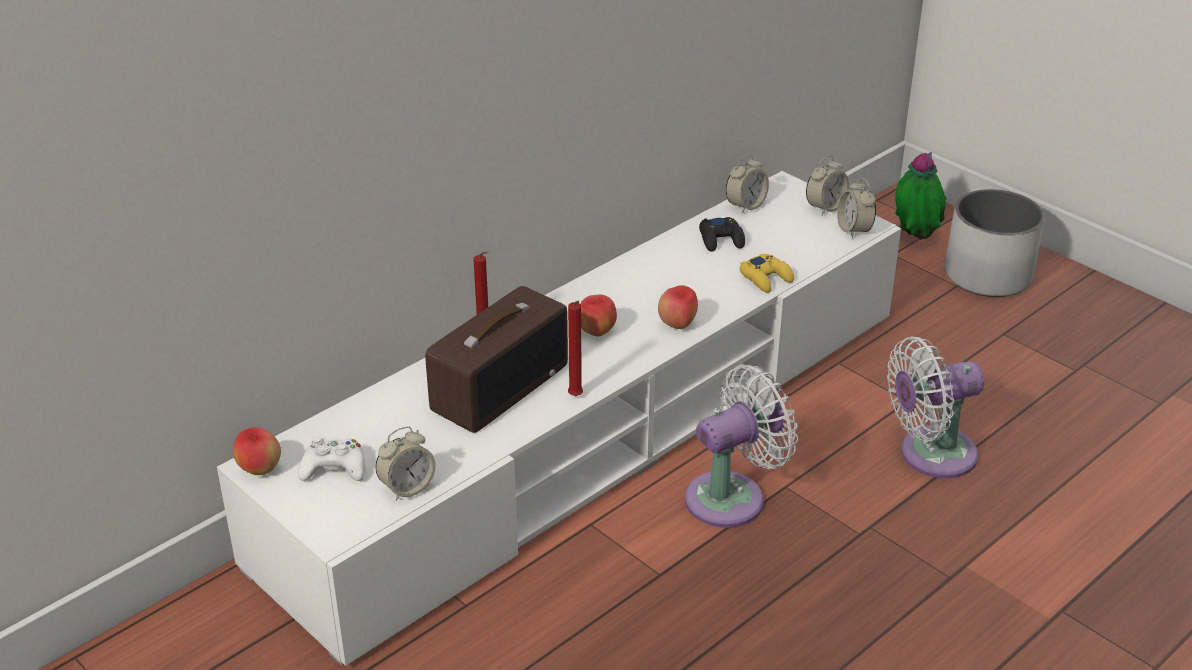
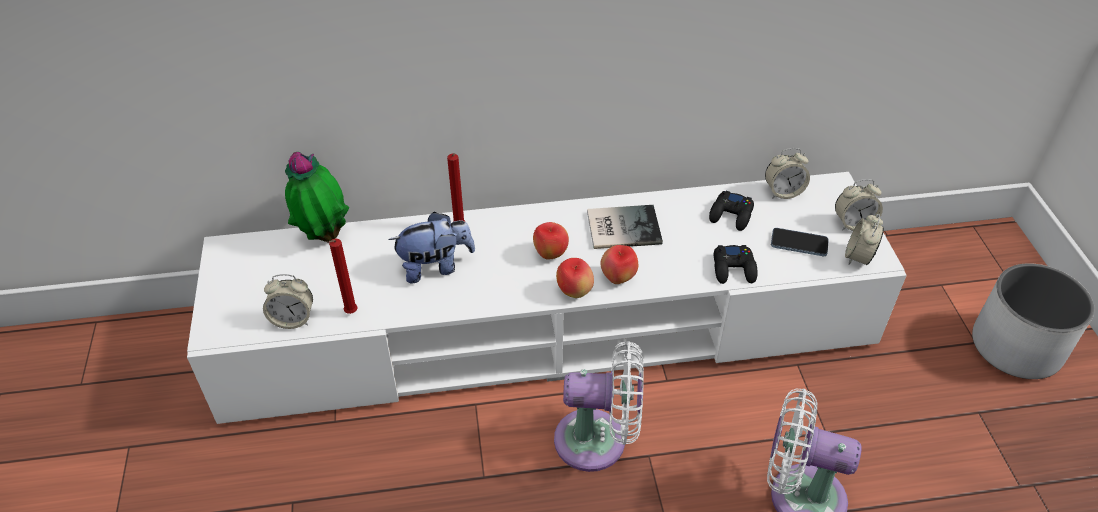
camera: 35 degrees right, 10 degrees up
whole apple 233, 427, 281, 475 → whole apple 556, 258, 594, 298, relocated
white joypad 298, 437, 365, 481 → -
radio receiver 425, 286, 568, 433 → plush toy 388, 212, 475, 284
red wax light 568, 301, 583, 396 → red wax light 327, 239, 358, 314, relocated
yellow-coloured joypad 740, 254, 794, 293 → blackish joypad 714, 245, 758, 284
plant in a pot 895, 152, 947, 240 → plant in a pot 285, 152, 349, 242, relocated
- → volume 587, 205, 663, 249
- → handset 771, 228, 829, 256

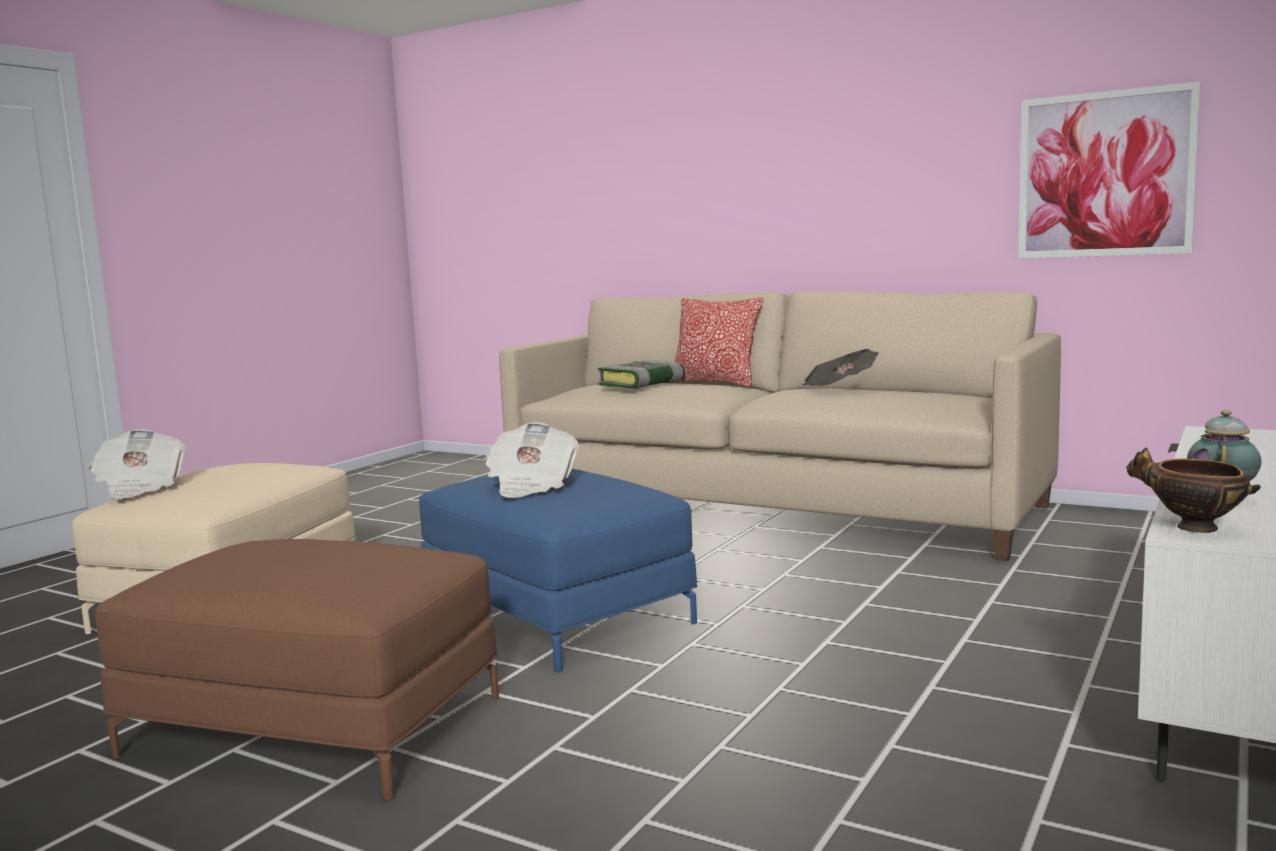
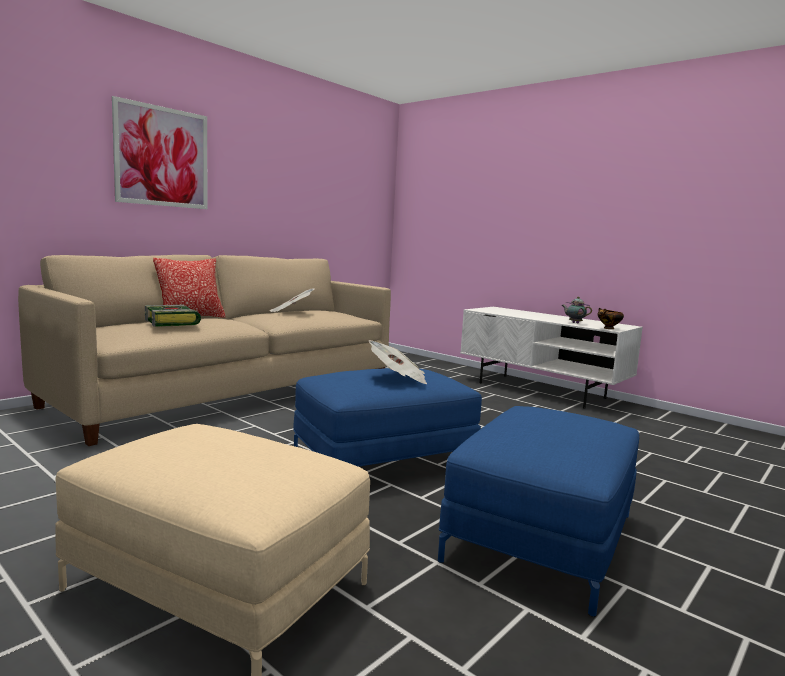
camera: 80 degrees left, 0 degrees up
newspaper 89, 429, 186, 499 → -
brownish footrest 95, 539, 499, 800 → blue footrest 438, 406, 639, 617
wall picture 1018, 82, 1201, 259 → wall picture 112, 96, 208, 209, relocated

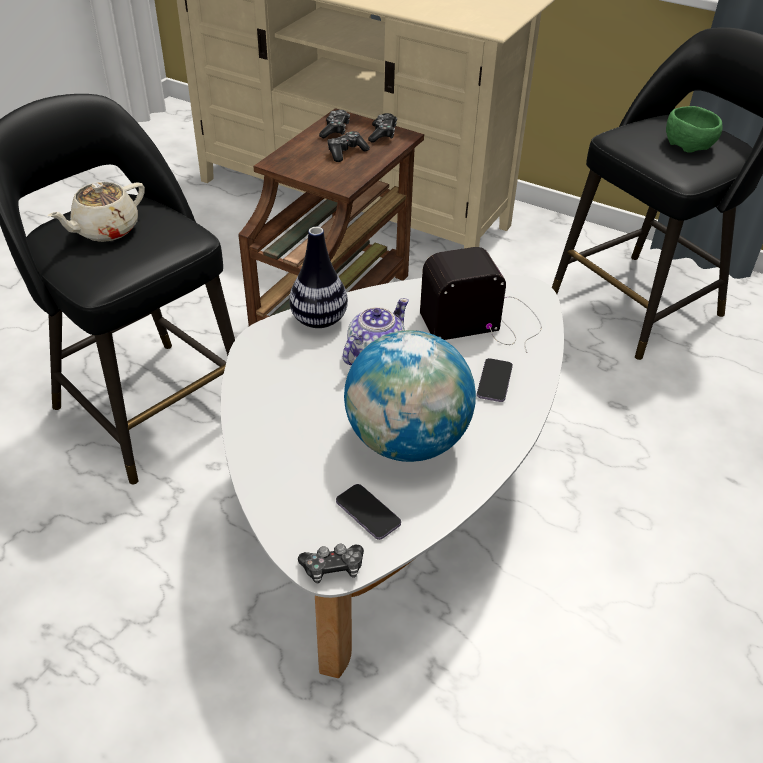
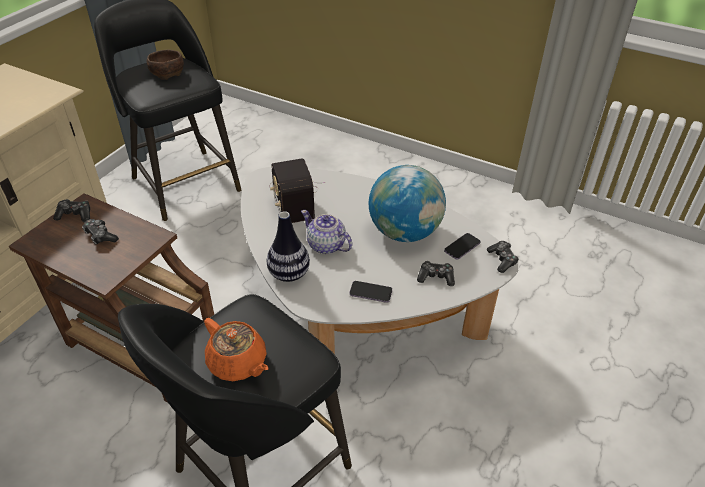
camera: 90 degrees left, 0 degrees up
sand-coloured tea pot 48, 182, 145, 242 → orange tea pot 204, 318, 269, 381
joypad 319, 110, 350, 138 → joypad 417, 261, 455, 286, relocated
handset 477, 358, 513, 402 → handset 349, 281, 392, 303, relocated
greenish serving bowl 666, 106, 722, 153 → brownish serving bowl 147, 50, 184, 80

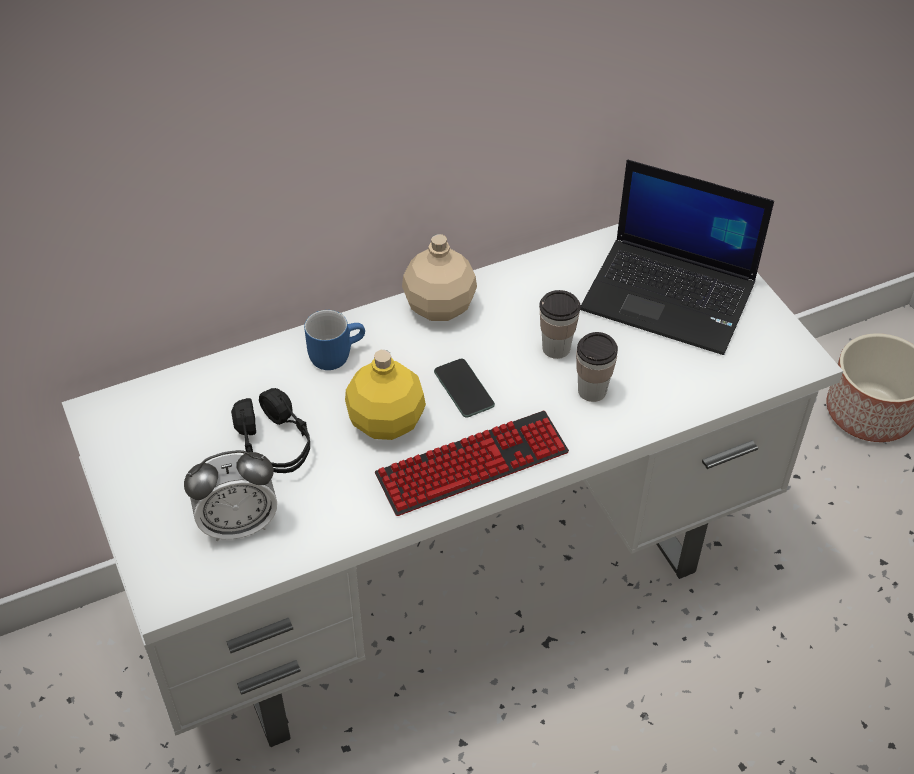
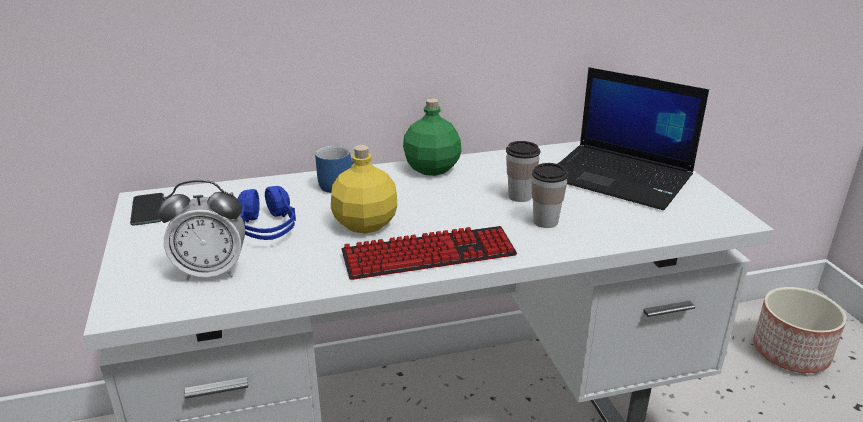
camera: 10 degrees right, 20 degrees down
blackish headset 231, 388, 310, 473 → blue headset 238, 186, 296, 240
sand-coloured beverage bottle 402, 234, 477, 321 → greenish beverage bottle 403, 98, 462, 176
handset 434, 359, 495, 418 → handset 130, 193, 164, 226, relocated

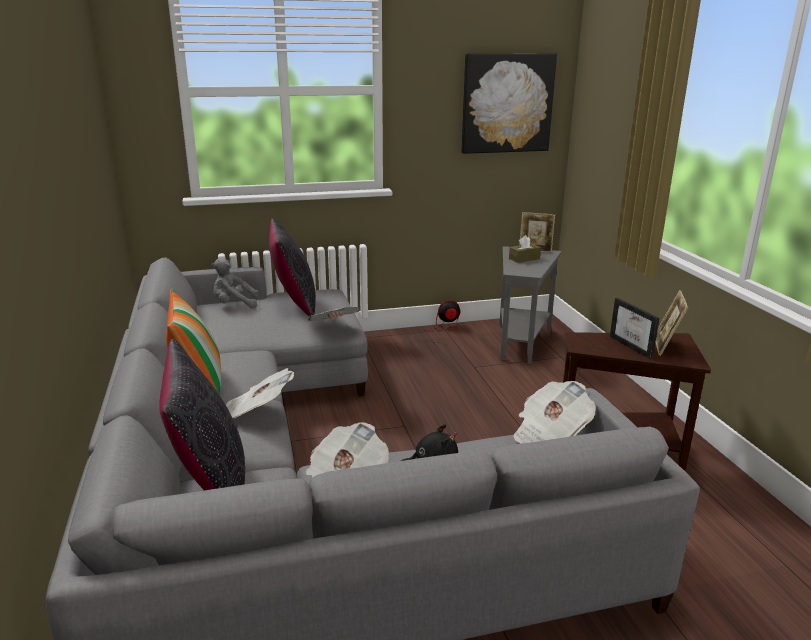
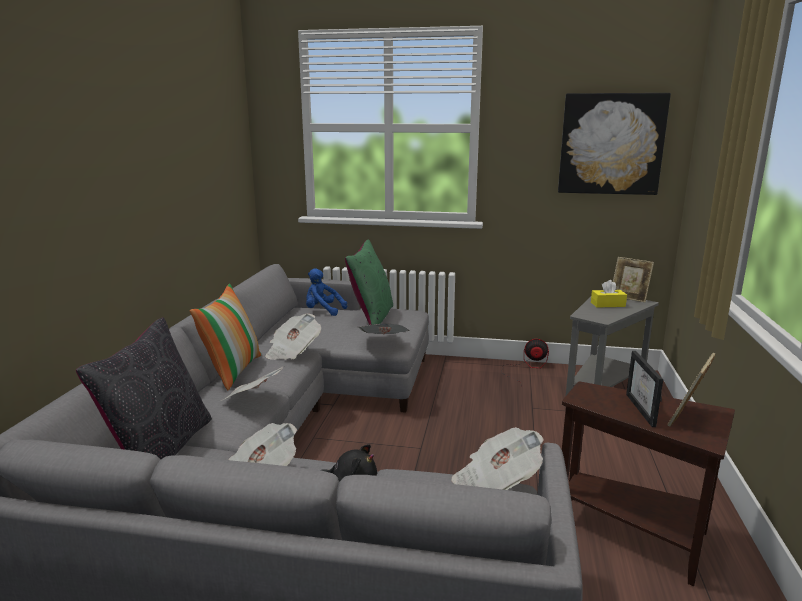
camera: 25 degrees right, 5 degrees down
greyish plush toy 211, 258, 259, 308 → blue plush toy 306, 268, 347, 316
blackish pillow 269, 218, 316, 316 → greenish pillow 345, 239, 393, 325
brownish tissue box 509, 235, 541, 263 → yellow-coloured tissue box 591, 280, 627, 308
- → newspaper 265, 314, 321, 360

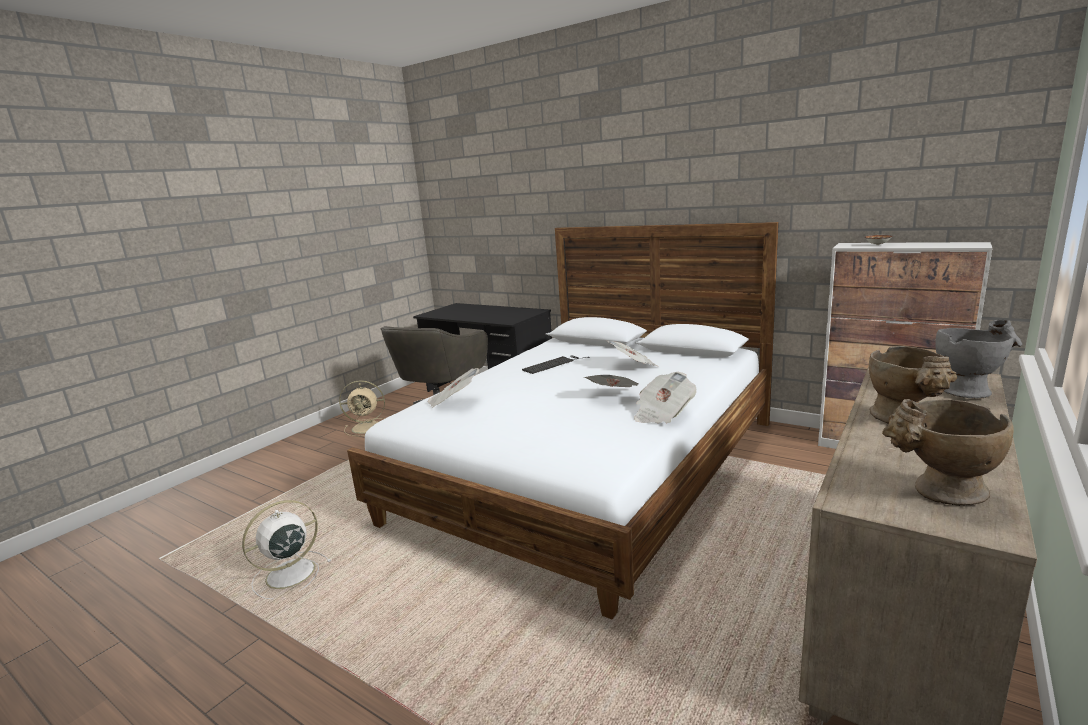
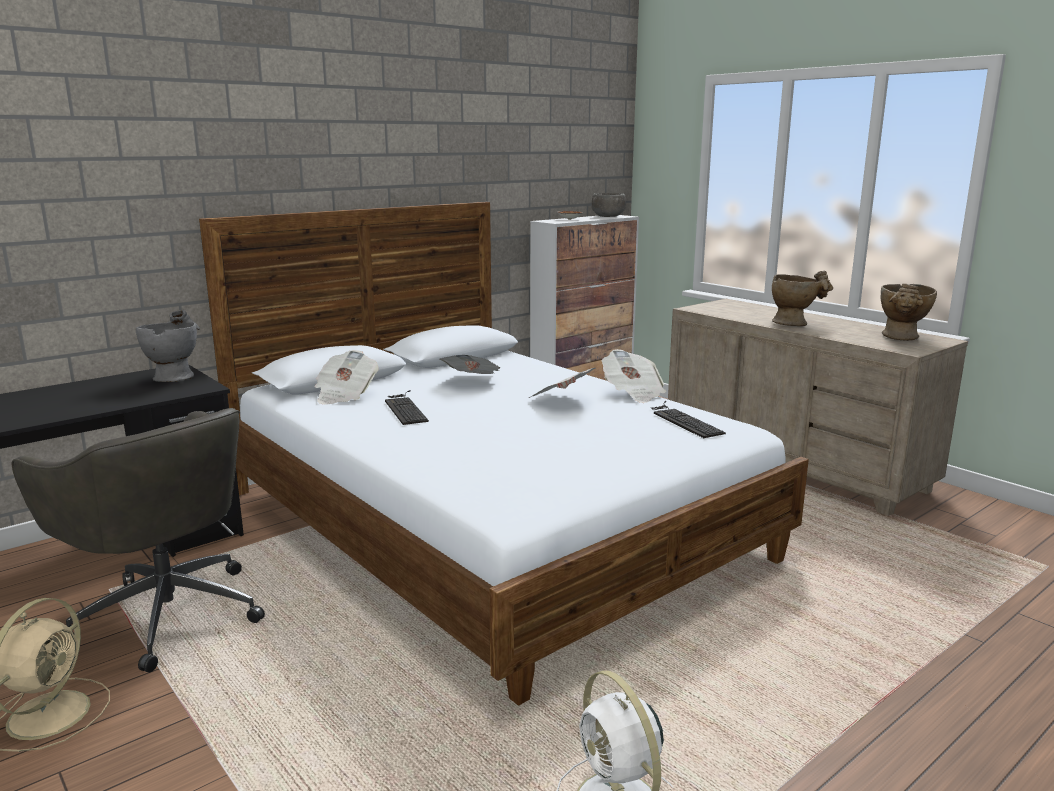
camera: 75 degrees left, 0 degrees up
newspaper 428, 368, 479, 408 → newspaper 315, 350, 378, 404, relocated
greyish decorative vase 935, 320, 1023, 398 → greyish decorative vase 136, 310, 200, 382, relocated
- → greyish serving bowl 592, 193, 626, 217
- → PC keyboard 652, 401, 726, 438

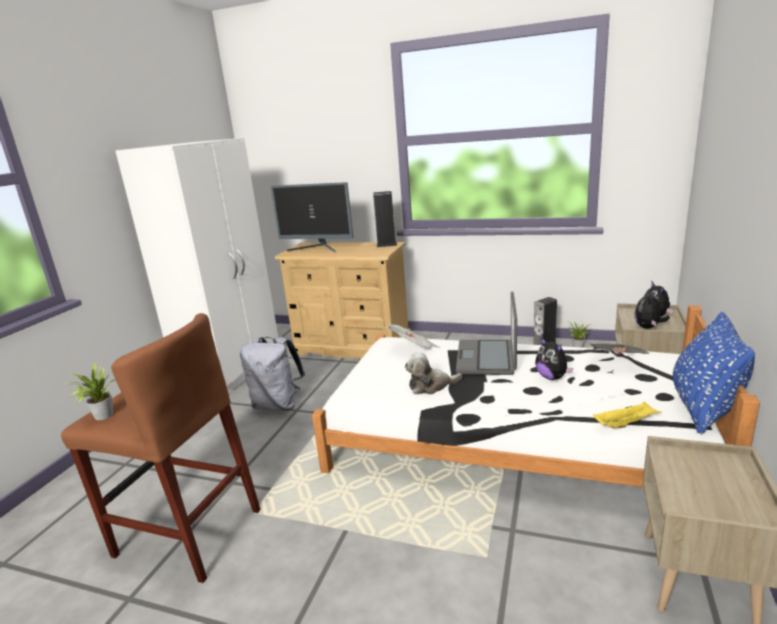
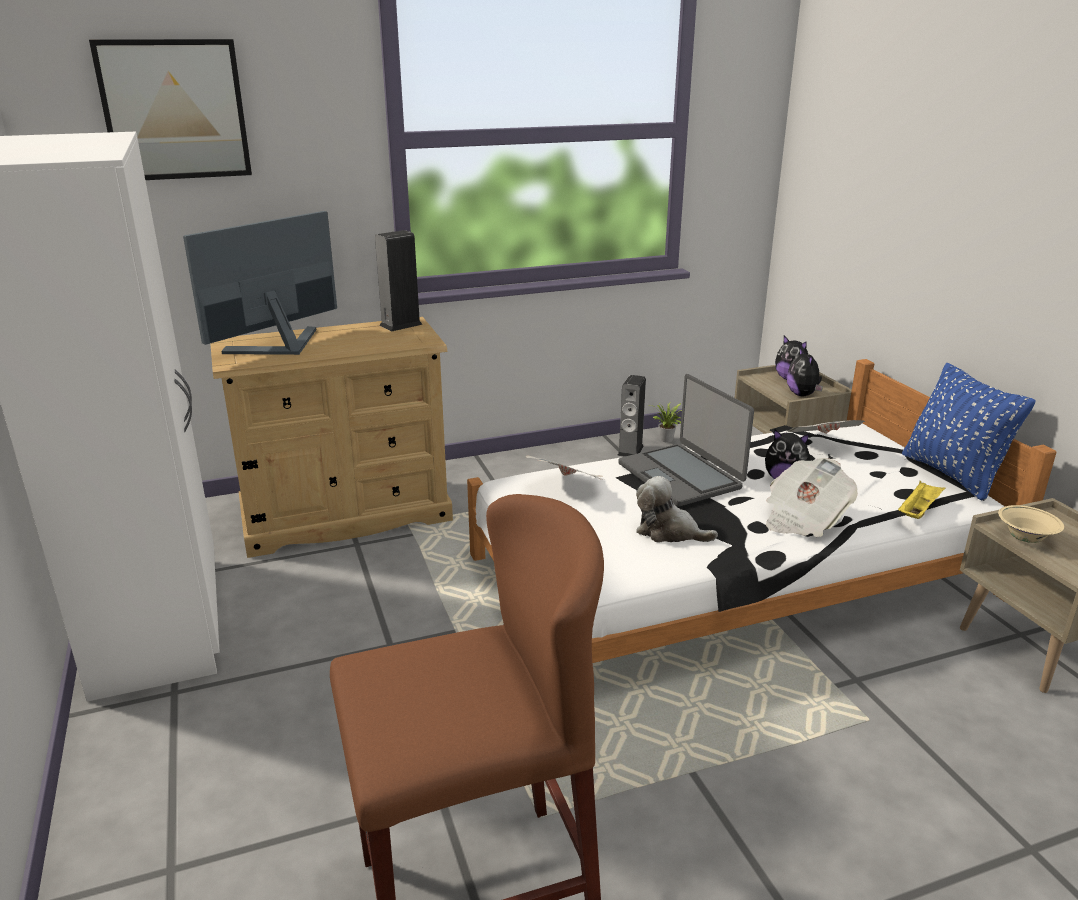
camera: 40 degrees left, 5 degrees up
plant in a pot 65, 363, 115, 420 → -
greyish rucksack 240, 337, 305, 411 → -
computer display 271, 182, 353, 252 → computer display 183, 211, 337, 355, 150 degrees clockwise
plush toy 405, 352, 462, 394 → plush toy 636, 476, 718, 542, 75 degrees clockwise
- → wall picture 89, 39, 252, 180
- → newspaper 766, 458, 858, 537
- → sand-coloured serving bowl 998, 505, 1064, 543

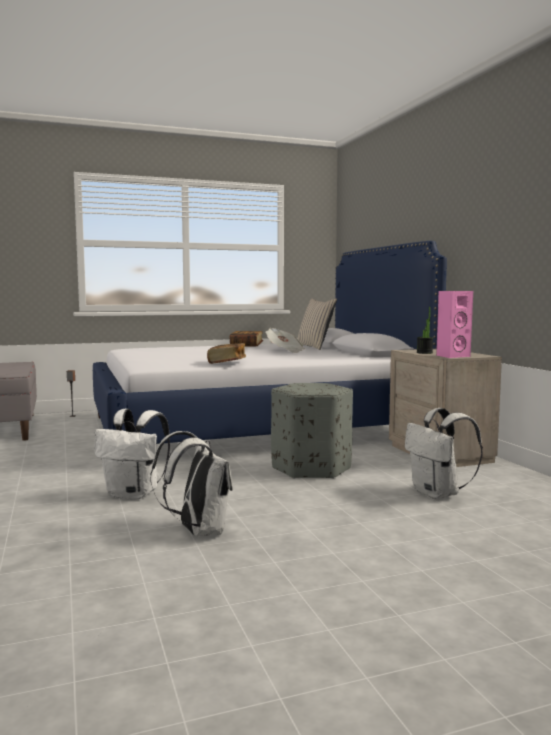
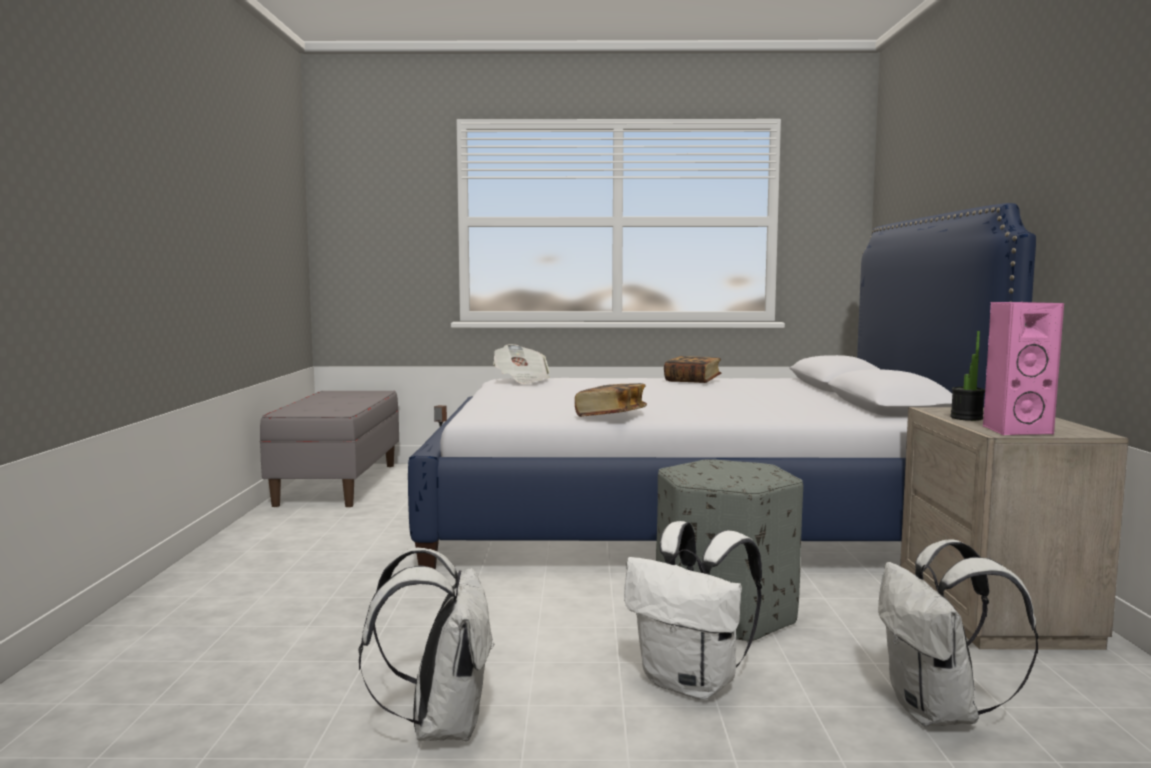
camera: 20 degrees right, 0 degrees up
white rucksack 94, 409, 170, 500 → white rucksack 624, 521, 762, 700, relocated
newspaper 265, 328, 305, 353 → newspaper 493, 344, 550, 384, relocated
sand-coloured pillow 297, 298, 337, 350 → -

